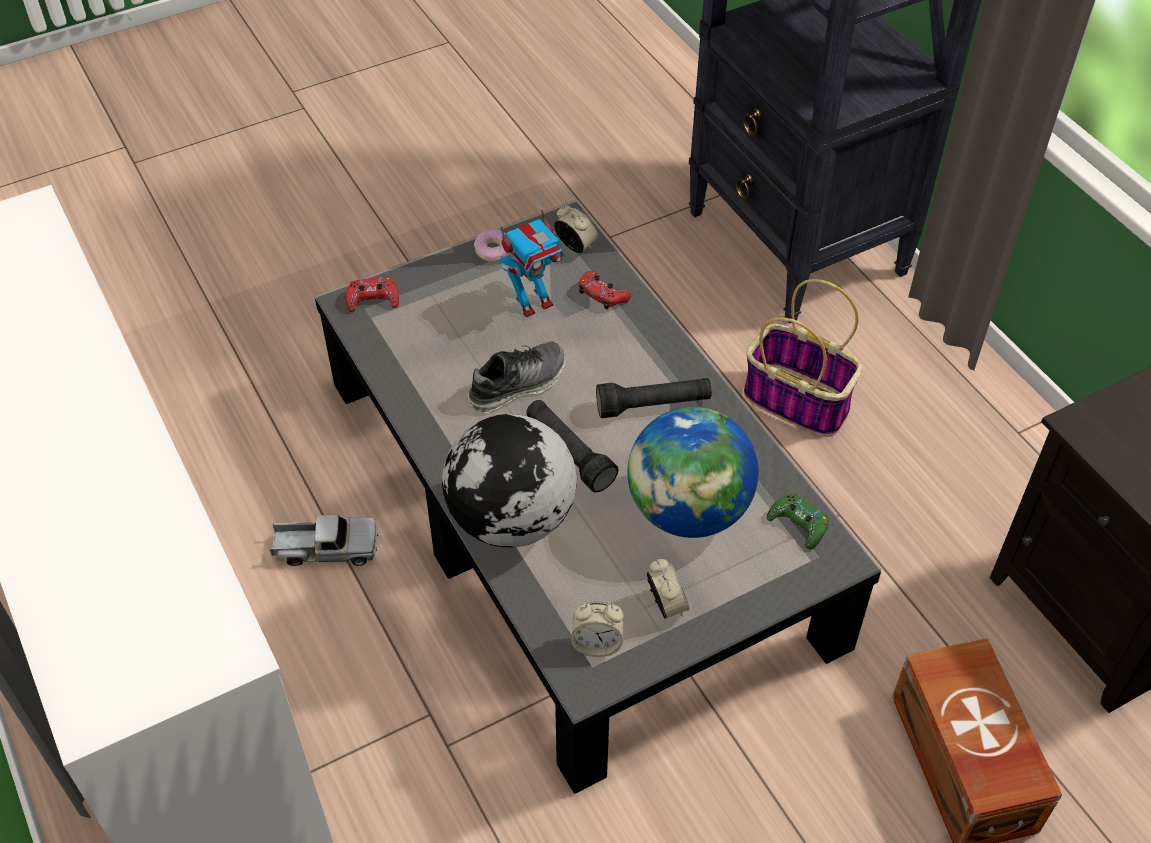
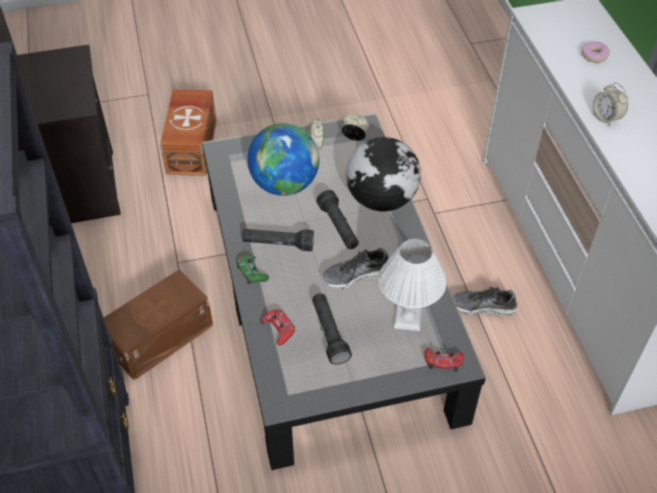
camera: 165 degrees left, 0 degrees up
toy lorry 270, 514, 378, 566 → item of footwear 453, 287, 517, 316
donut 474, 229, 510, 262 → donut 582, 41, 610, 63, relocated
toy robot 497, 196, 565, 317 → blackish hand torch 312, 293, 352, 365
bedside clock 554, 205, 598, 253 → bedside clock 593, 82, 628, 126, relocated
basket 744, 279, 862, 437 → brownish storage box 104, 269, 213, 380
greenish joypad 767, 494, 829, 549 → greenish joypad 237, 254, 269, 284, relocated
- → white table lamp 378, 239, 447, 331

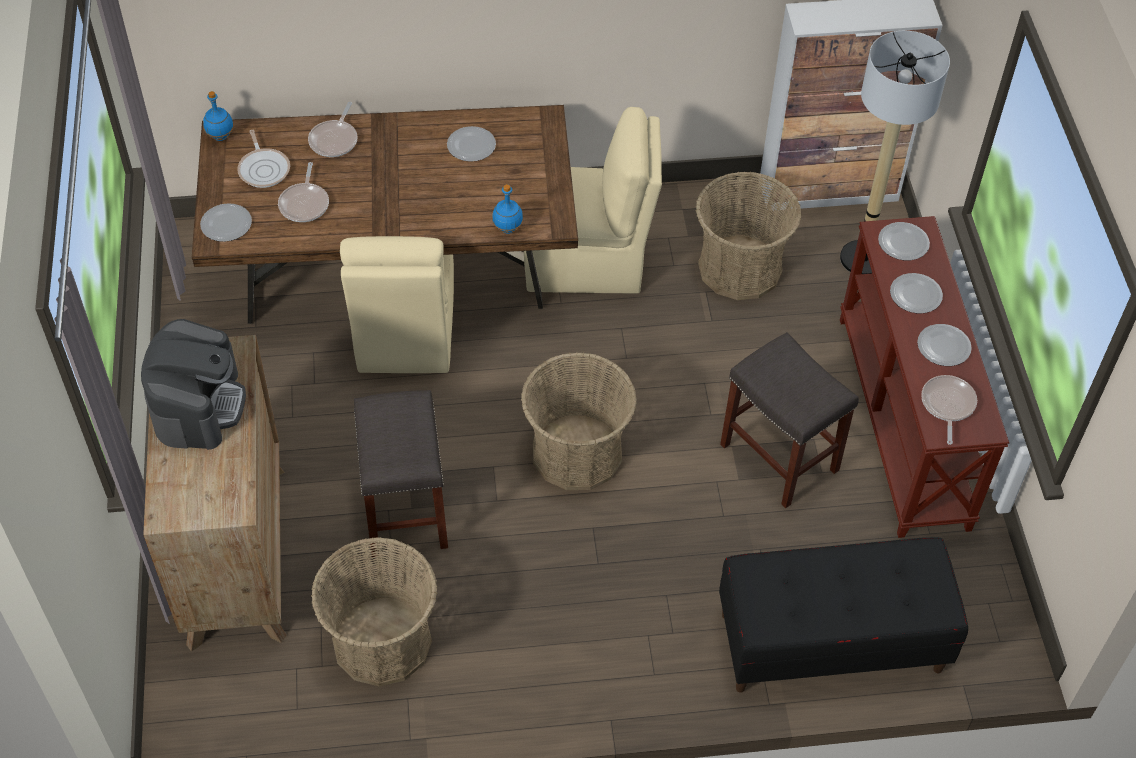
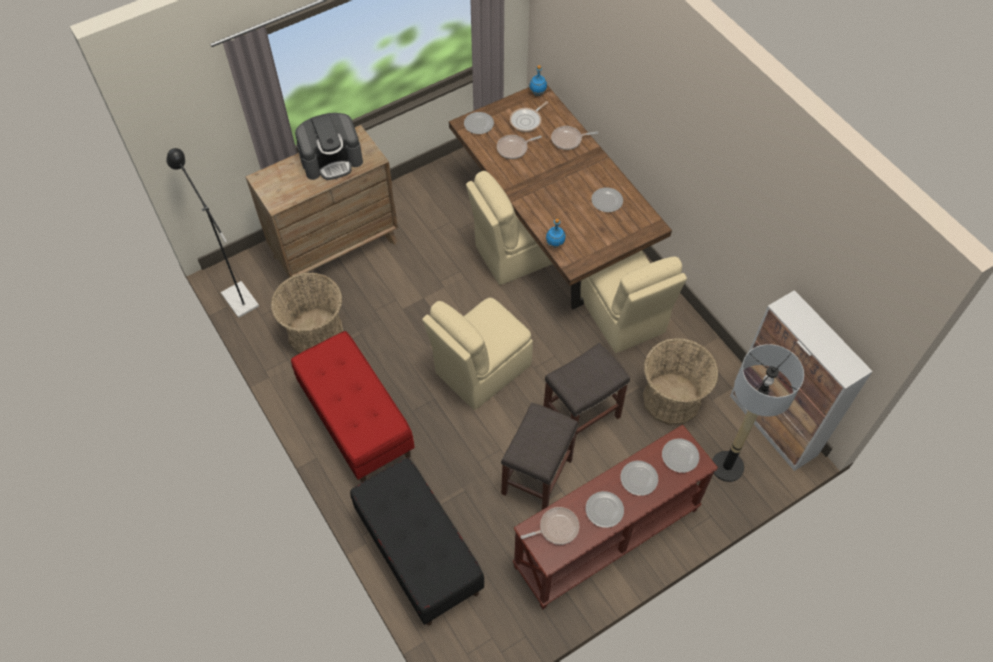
camera: 65 degrees right, 5 degrees up
greyish stool seat 354, 390, 448, 557 → greyish stool seat 543, 343, 630, 445, relocated
basket 521, 352, 637, 490 → sand-coloured upright chair 422, 298, 533, 410
- → blackish standard lamp 166, 148, 259, 318
- → red bench 291, 331, 415, 482

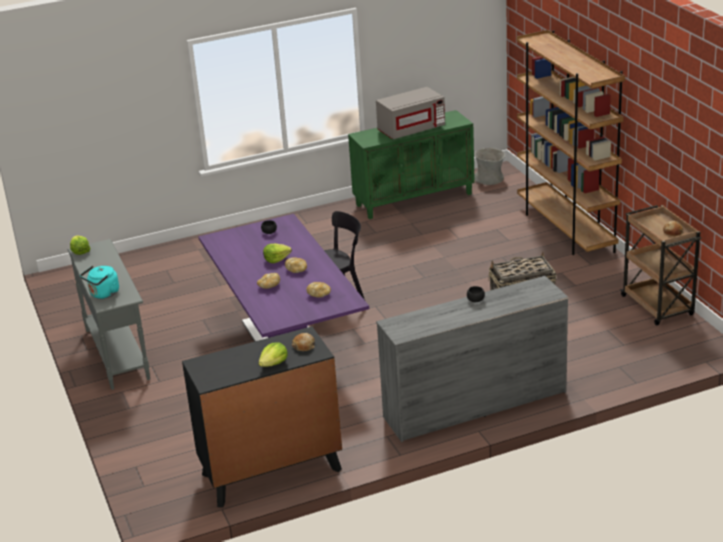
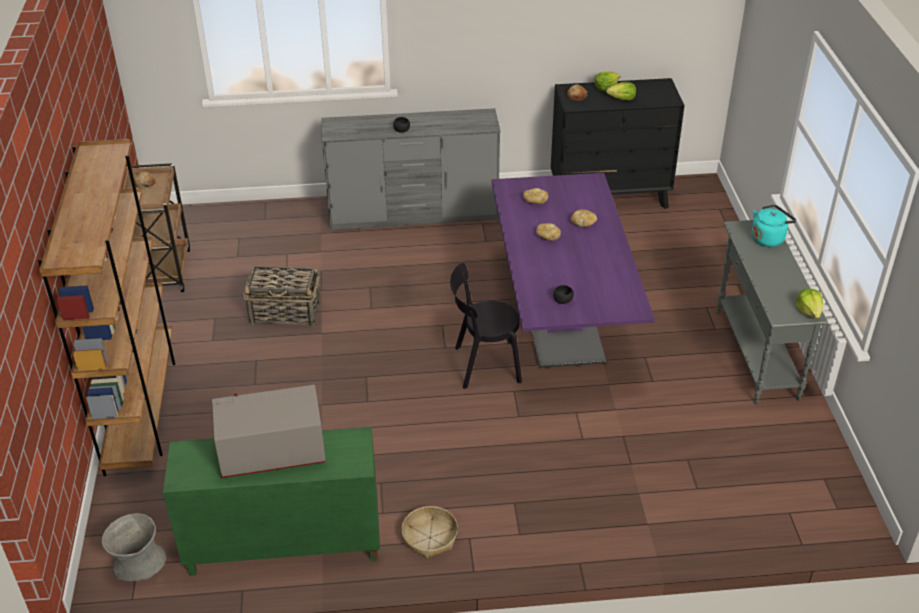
camera: 165 degrees left, 10 degrees up
head of lettuce 263, 244, 292, 263 → head of lettuce 606, 82, 636, 101, relocated
- → basket 401, 506, 458, 559

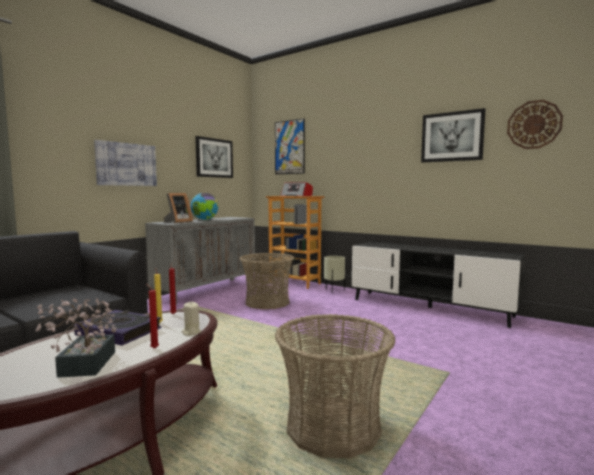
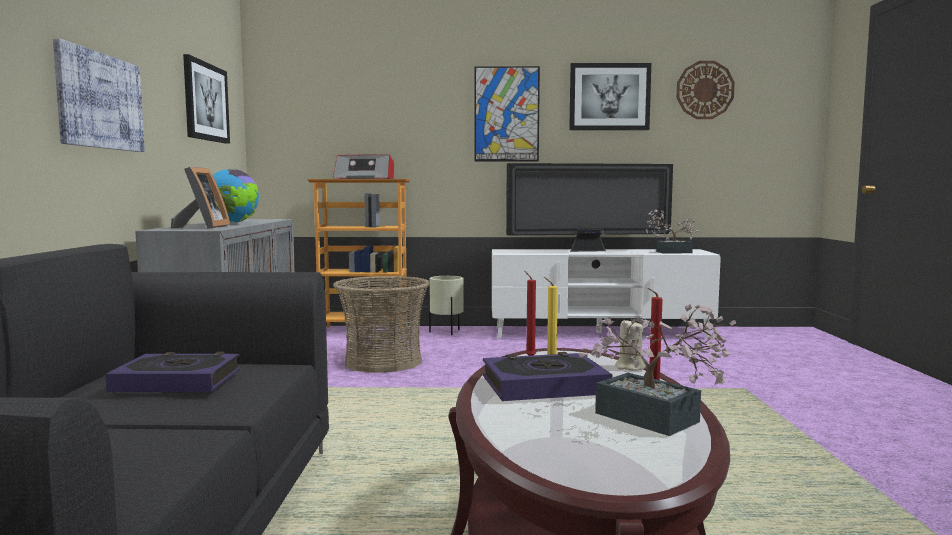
camera: 35 degrees left, 0 degrees up
wall picture 275, 118, 305, 174 → wall picture 474, 66, 540, 161, relocated
basket 275, 314, 396, 458 → -
blackish tv unit 352, 242, 525, 328 → white tv unit 492, 249, 721, 339
- → volume 105, 352, 240, 392
- → TV set 506, 163, 673, 252
- → plant in a pot 646, 210, 699, 254

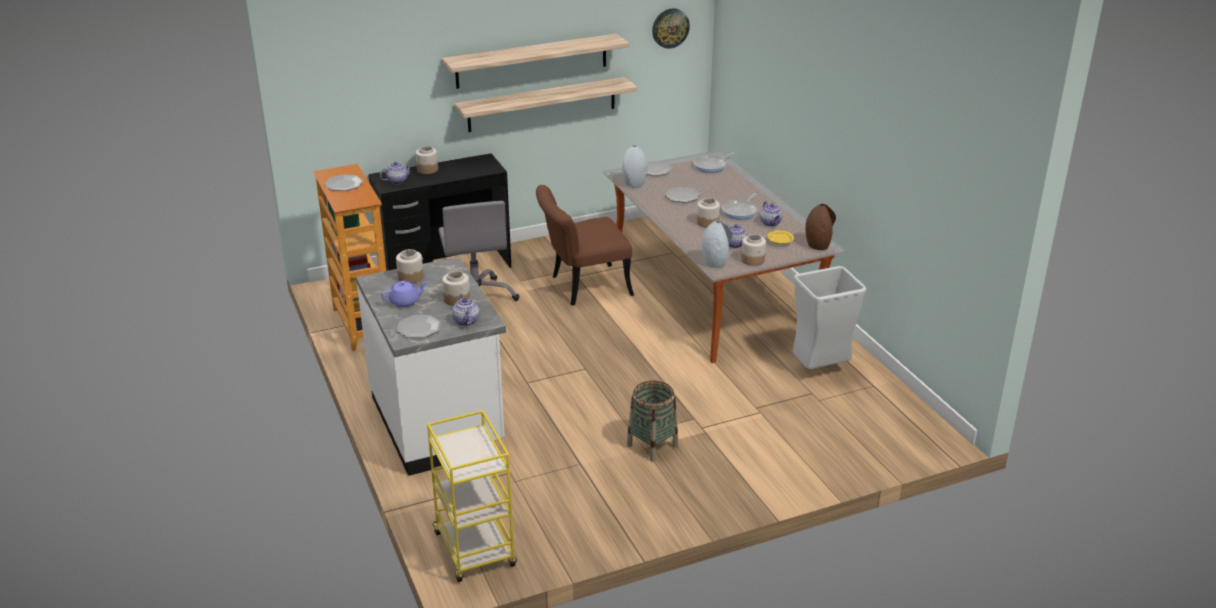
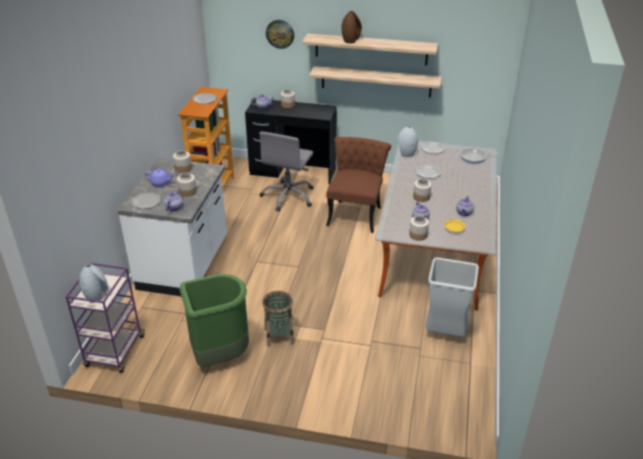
camera: 35 degrees right, 5 degrees up
yellow-coloured trolley 427, 410, 517, 582 → purple trolley 65, 263, 145, 373
brownish upright chair 536, 185, 634, 306 → brownish upright chair 326, 137, 391, 233, 90 degrees clockwise
wall clock 652, 8, 690, 49 → wall clock 266, 20, 294, 49, relocated
greyish decorative vase 702, 220, 733, 268 → greyish decorative vase 79, 264, 108, 303, relocated
frying pan 722, 193, 758, 220 → -
brownish decorative vase 805, 204, 836, 250 → brownish decorative vase 342, 11, 362, 44, relocated
- → greenish rubbish bin 179, 274, 249, 367

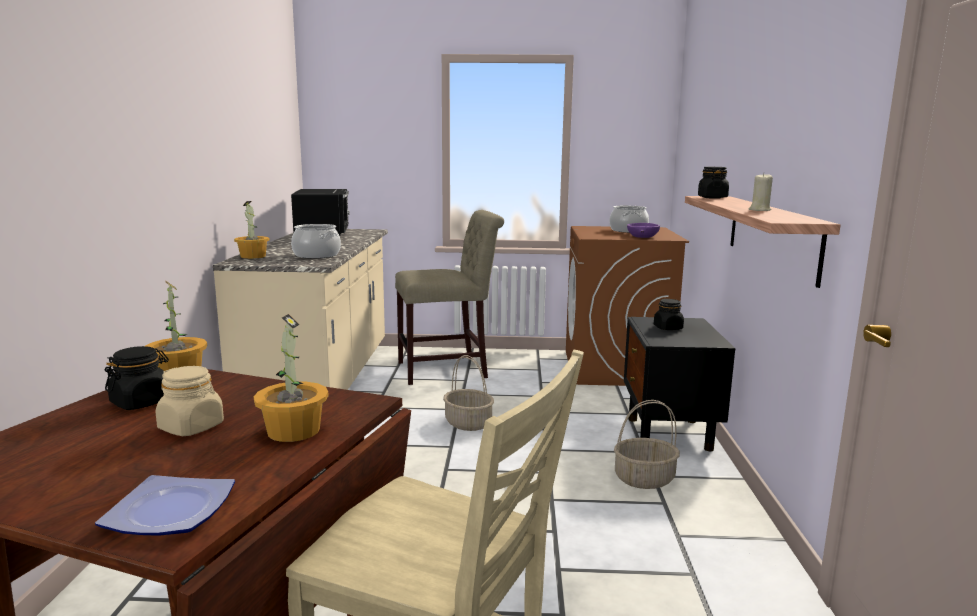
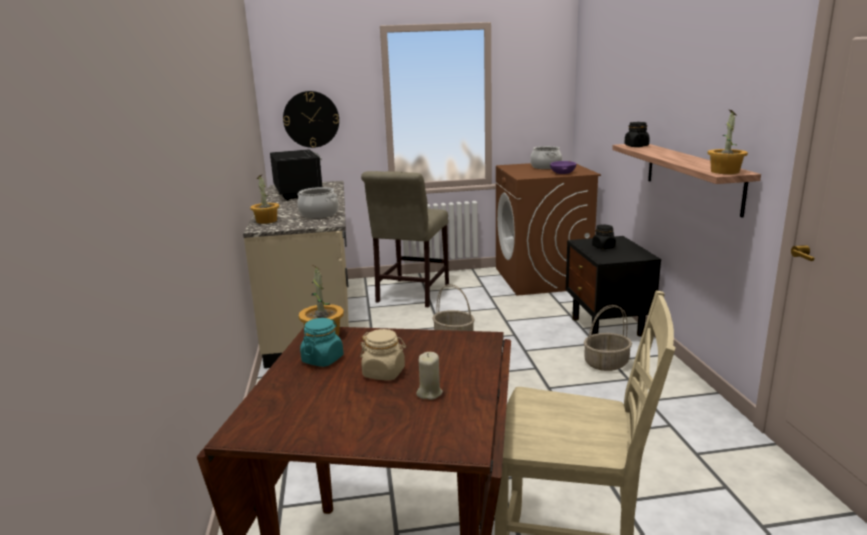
camera: 10 degrees left, 5 degrees up
flat dish 95, 475, 235, 536 → -
blackish storage jar 105, 346, 169, 410 → turquoise storage jar 300, 318, 344, 367
plant in a pot 254, 314, 329, 442 → plant in a pot 707, 110, 748, 174, relocated
sand-coloured upright chair 395, 210, 504, 385 → sand-coloured upright chair 361, 171, 449, 307, 135 degrees clockwise
sand-coloured wax light 749, 173, 773, 211 → sand-coloured wax light 417, 352, 443, 400, relocated
- → wall clock 283, 91, 339, 148

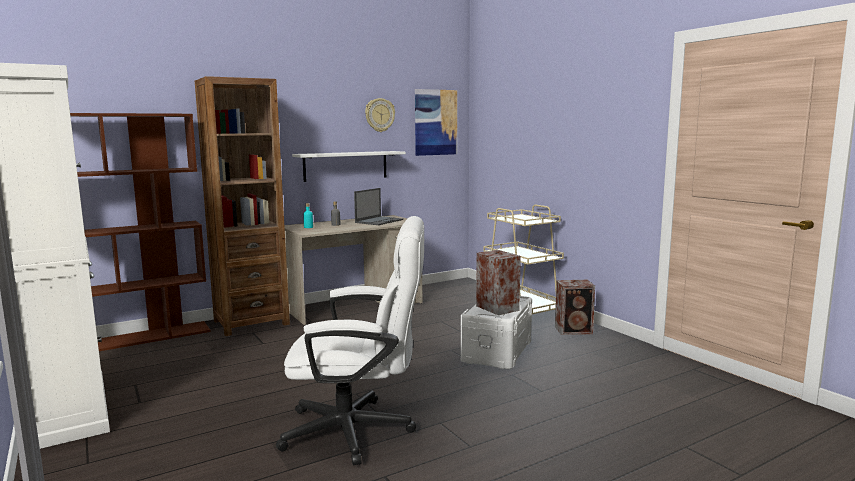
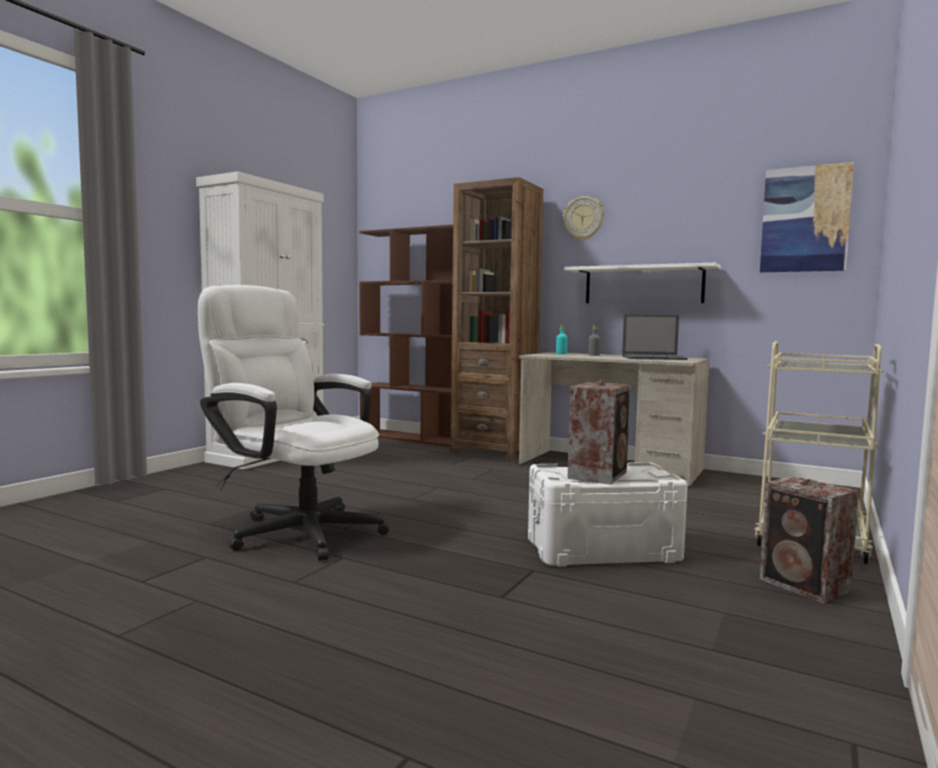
camera: 60 degrees right, 5 degrees down
white office chair 276, 216, 424, 466 → white office chair 198, 285, 389, 561, 150 degrees clockwise
wall clock 365, 98, 395, 132 → wall clock 563, 196, 604, 240, relocated

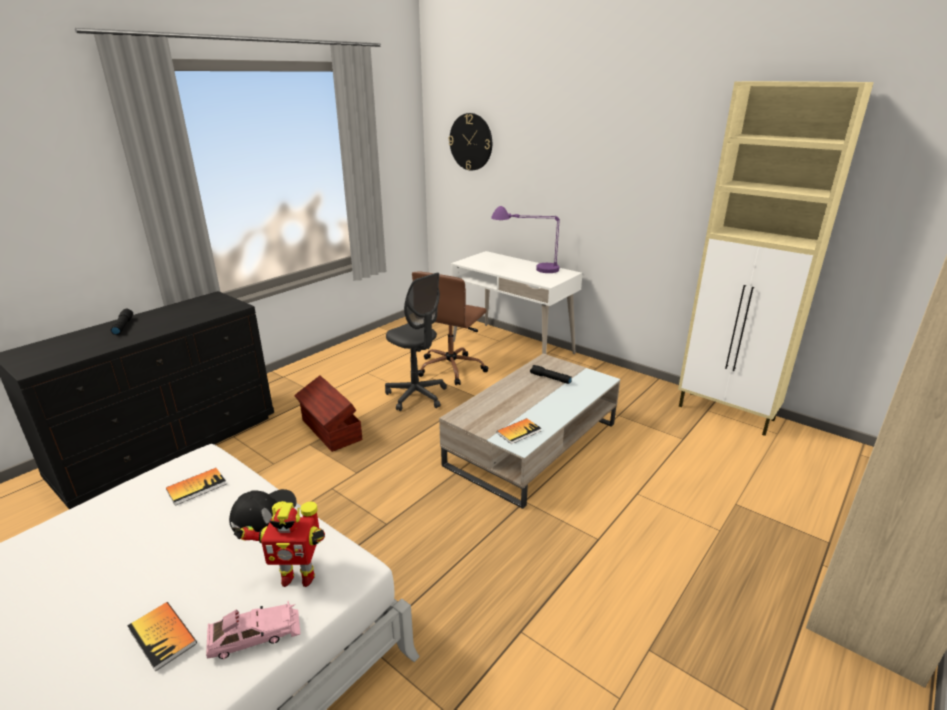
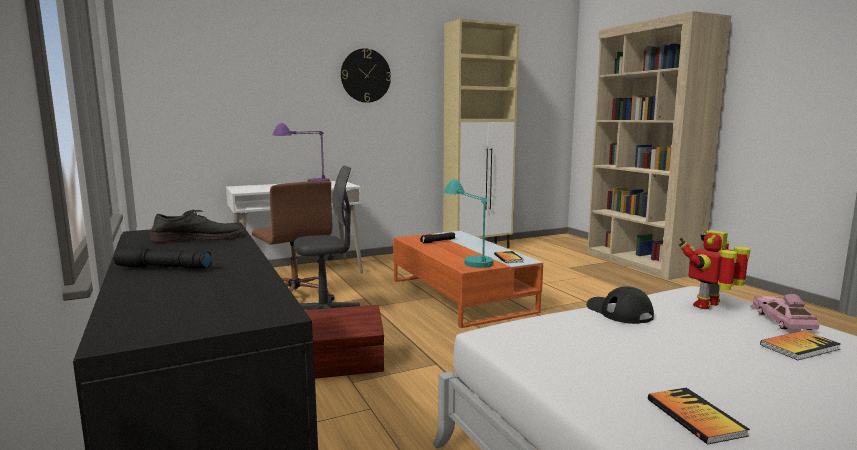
camera: 65 degrees left, 15 degrees down
volume 166, 468, 226, 506 → volume 648, 388, 750, 444, relocated
toy robot 232, 501, 325, 587 → toy robot 679, 230, 750, 309, 150 degrees counterclockwise
sand-coloured lounge table 439, 353, 620, 509 → orange lounge table 393, 231, 543, 328
wall clock 449, 113, 492, 171 → wall clock 341, 48, 391, 103, relocated
- → greyish item of footwear 150, 210, 244, 242
- → turquoise table lamp 444, 179, 493, 268

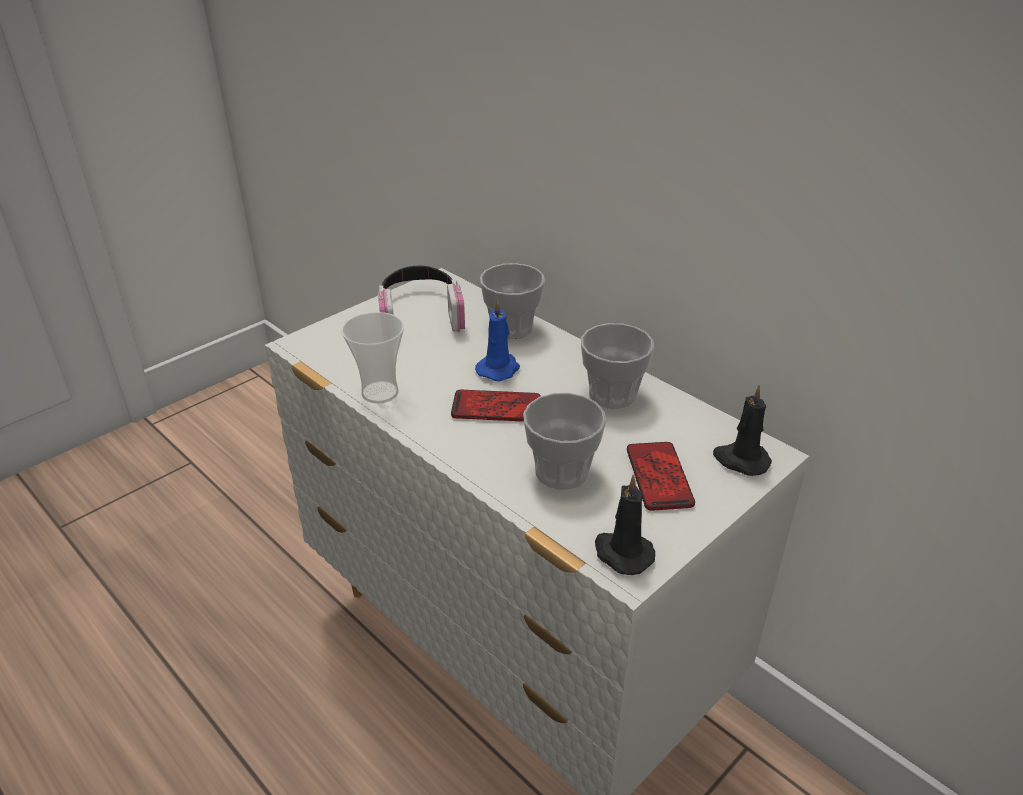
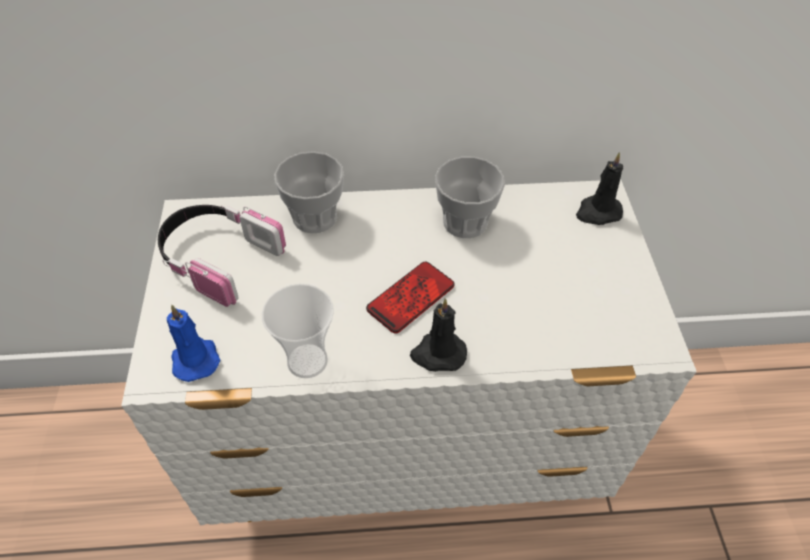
camera: 50 degrees left, 15 degrees up
blue wax light 475, 299, 520, 381 → blue wax light 167, 305, 220, 382, relocated
drinking cup 523, 393, 606, 490 → -
blackish wax light 595, 475, 655, 575 → blackish wax light 410, 298, 467, 372, relocated
handset 627, 442, 695, 511 → -

